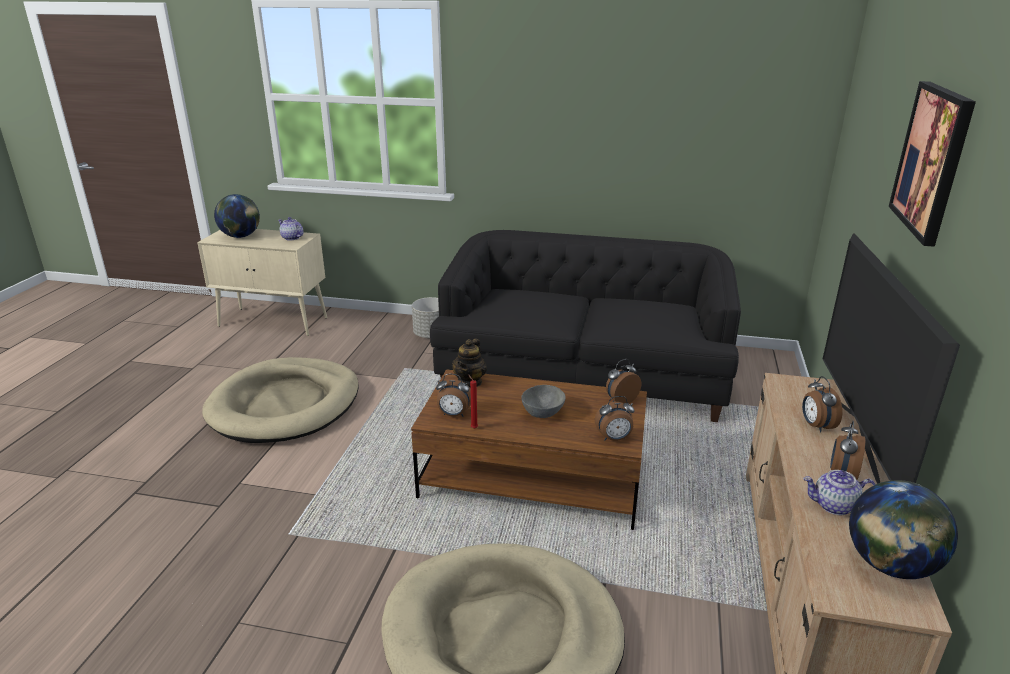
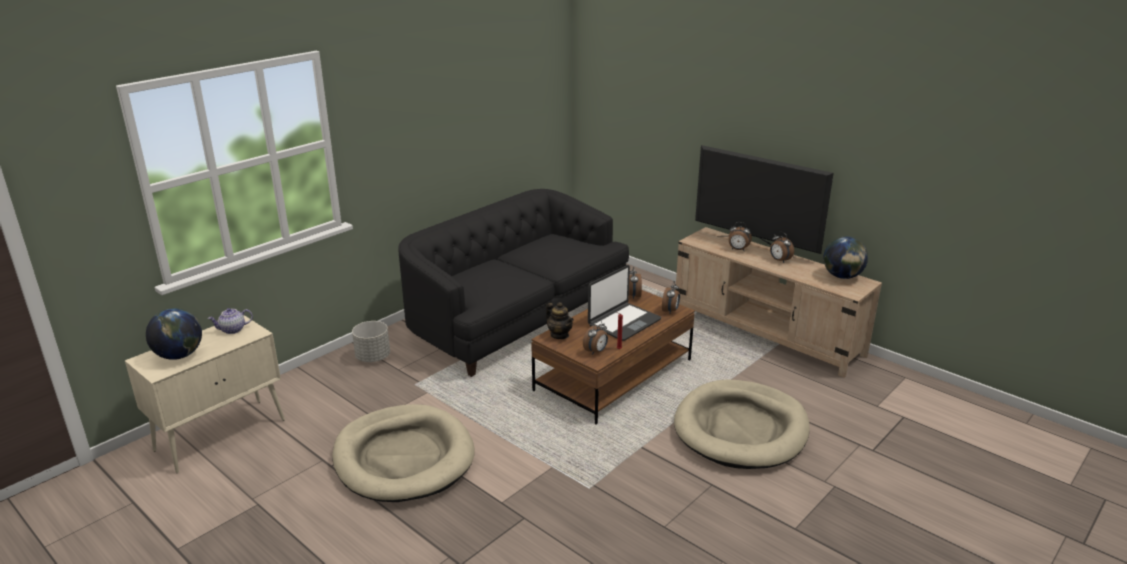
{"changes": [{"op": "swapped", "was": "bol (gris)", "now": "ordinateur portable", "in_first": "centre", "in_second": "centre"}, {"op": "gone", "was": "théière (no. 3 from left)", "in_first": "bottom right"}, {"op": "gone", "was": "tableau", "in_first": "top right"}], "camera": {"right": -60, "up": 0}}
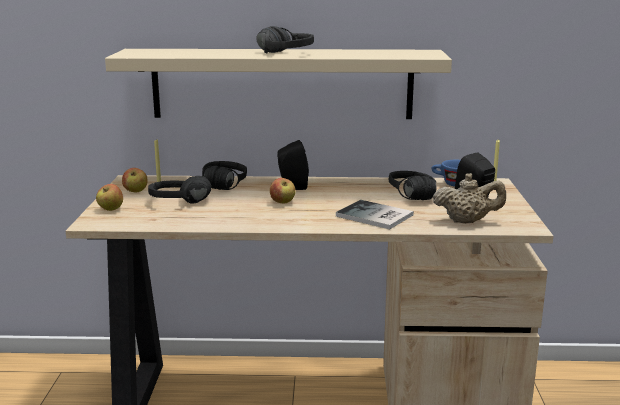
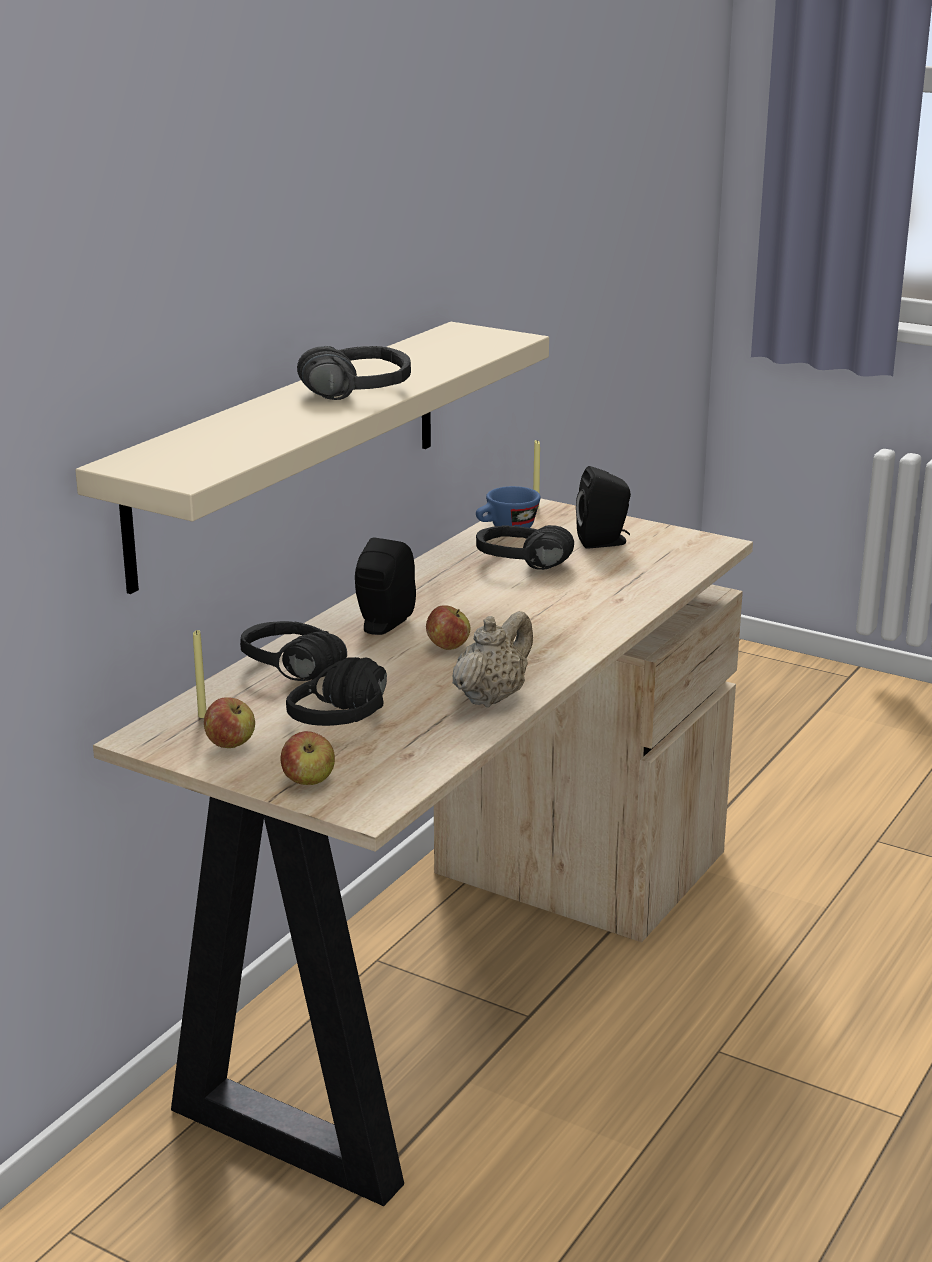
{"changes": [{"op": "shifted", "was": "théière (beige)", "in_first": "middle right", "in_second": "centre"}, {"op": "gone", "was": "livre", "in_first": "centre"}], "camera": {"right": -60, "up": 5}}
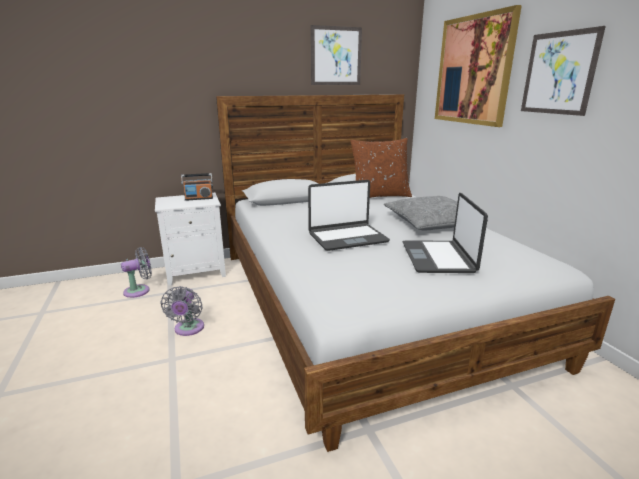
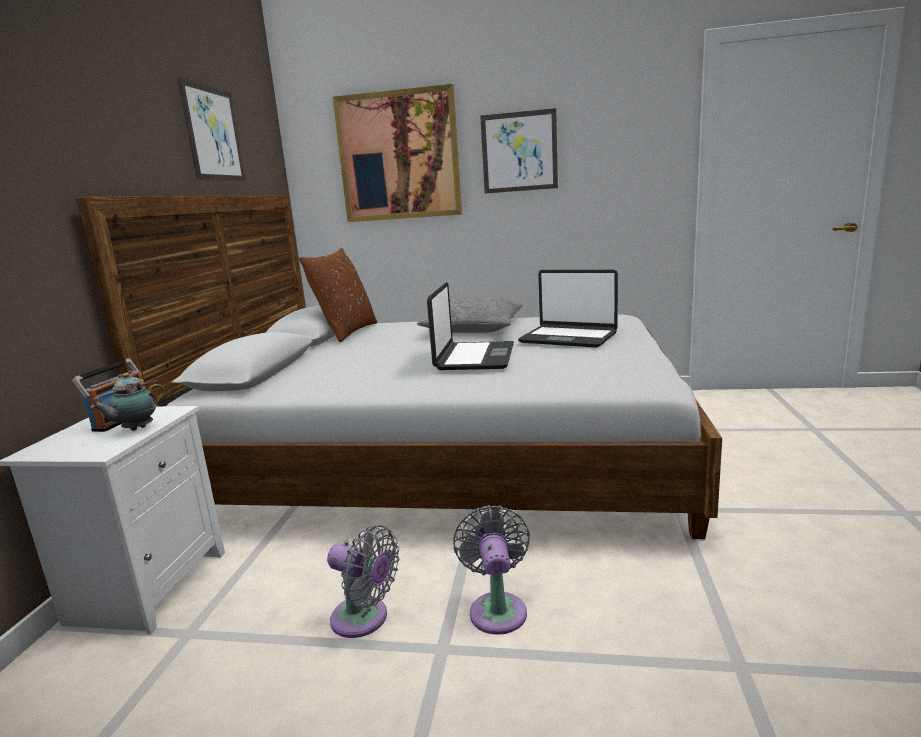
{"changes": [{"op": "new", "now": "théière", "in_second": "middle left"}, {"op": "shifted", "was": "ventilateur (gris) (no. 1 from left in the first image)", "now": "ventilateur (gris) (no. 2 from left)", "in_first": "middle left", "in_second": "bottom centre"}], "camera": {"right": -60, "up": -5}}
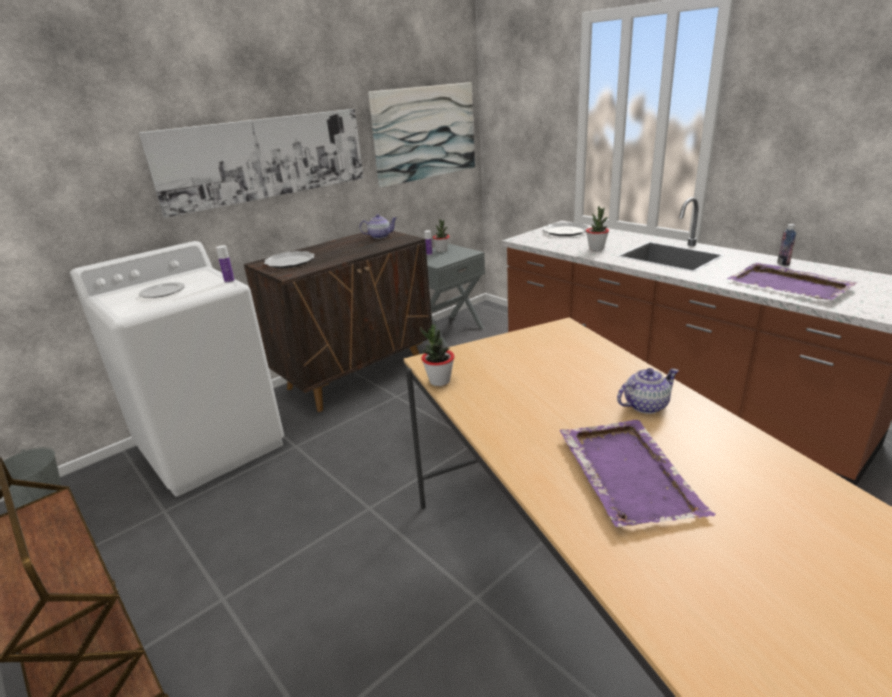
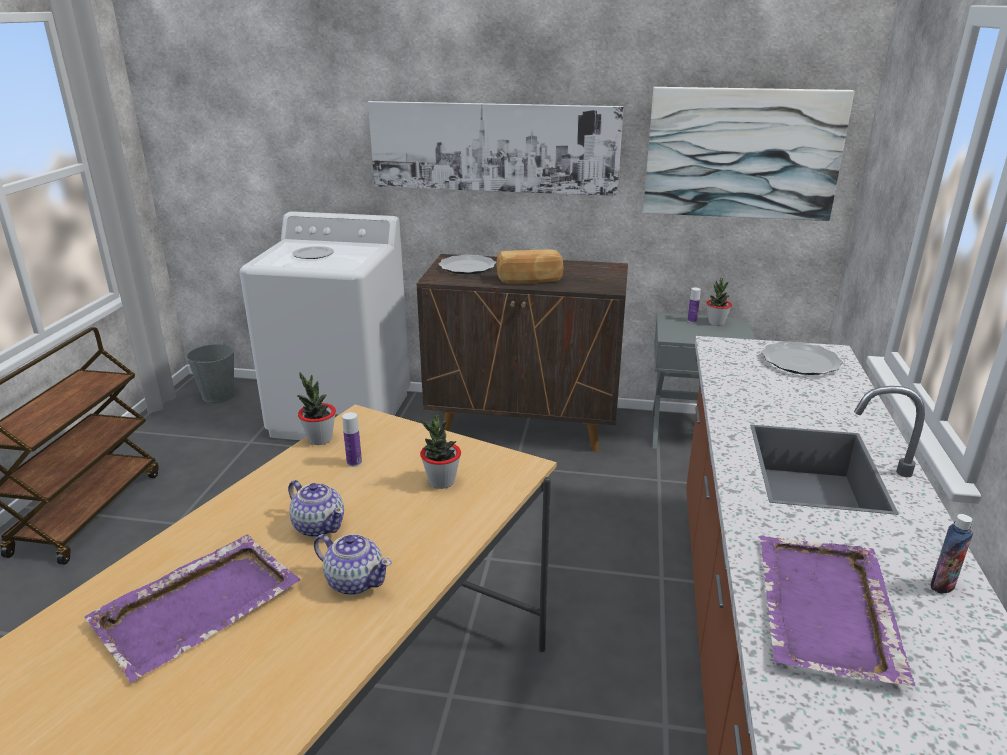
{"changes": [{"op": "shifted", "was": "théière (no. 1 from left)", "in_first": "top centre", "in_second": "bottom left"}, {"op": "shifted", "was": "bouteille (no. 1 from left)", "in_first": "middle left", "in_second": "centre"}, {"op": "shifted", "was": "plante en pot (no. 3 from left in the first image)", "now": "plante en pot (no. 2 from left)", "in_first": "top right", "in_second": "centre"}, {"op": "new", "now": "pain", "in_second": "centre"}], "camera": {"right": 50, "up": 0}}
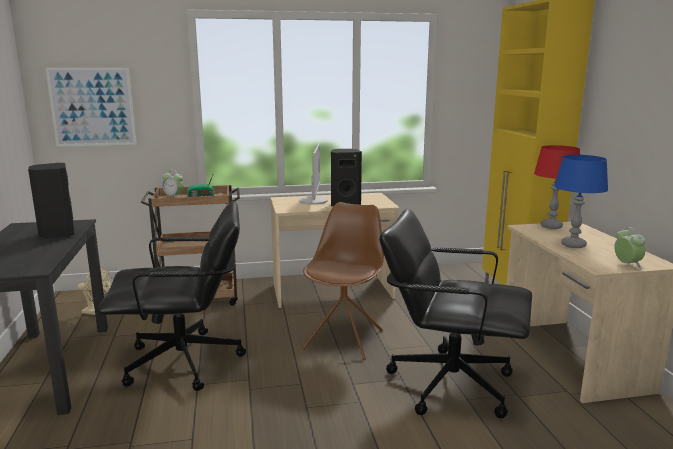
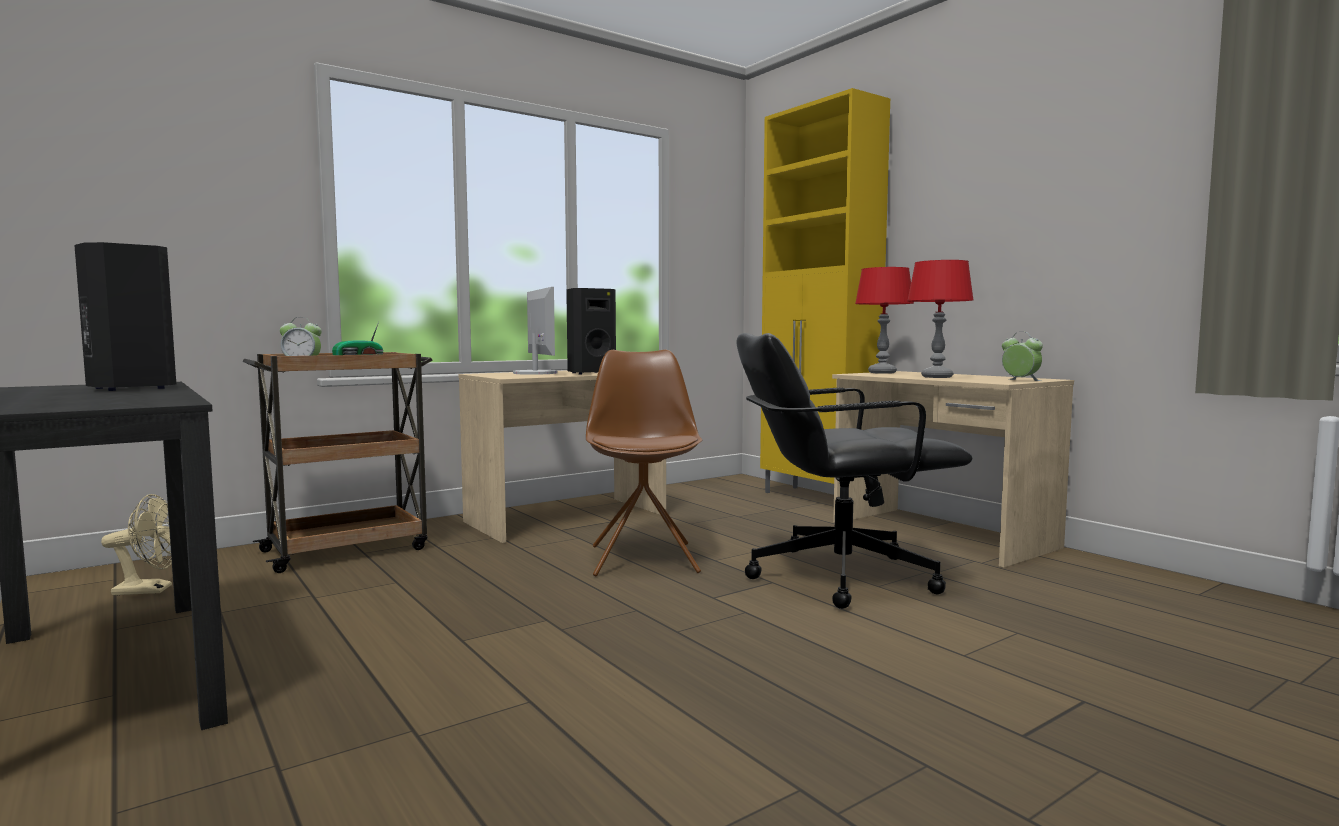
{"changes": [{"op": "repainted", "was": "lampe de table (bleu)", "now": "lampe de table (rouge) (no. 2 from left)", "in_first": "middle right", "in_second": "middle right"}, {"op": "gone", "was": "tableau", "in_first": "top left"}, {"op": "gone", "was": "chaise de bureau (noir) (no. 1 from left)", "in_first": "middle left"}], "camera": {"right": -25, "up": -10}}
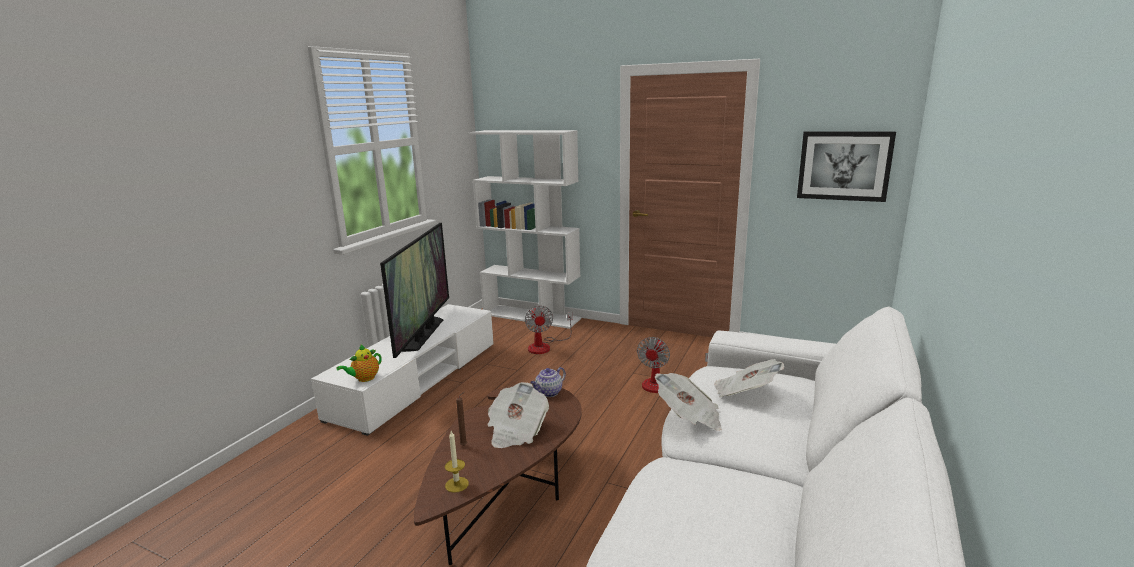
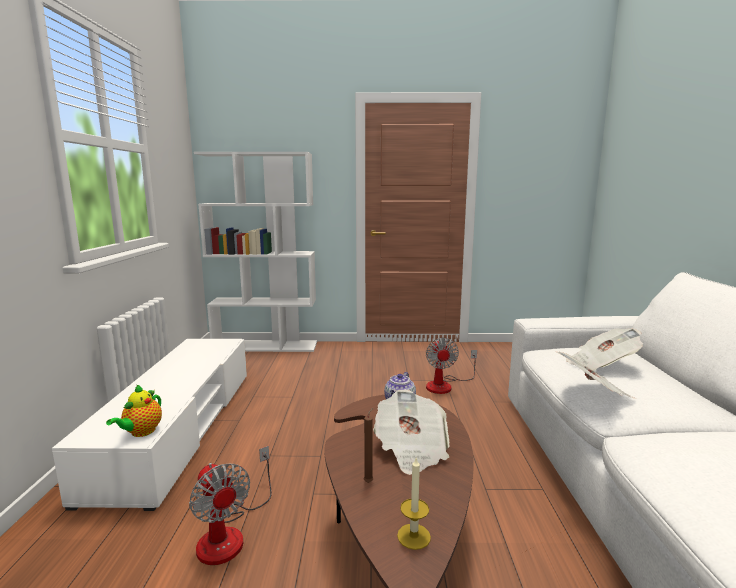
{"changes": [{"op": "shifted", "was": "ventilateur (no. 1 from left)", "in_first": "centre", "in_second": "bottom left"}, {"op": "gone", "was": "téléviseur", "in_first": "centre"}, {"op": "gone", "was": "tableau", "in_first": "top right"}], "camera": {"right": -25, "up": -5}}
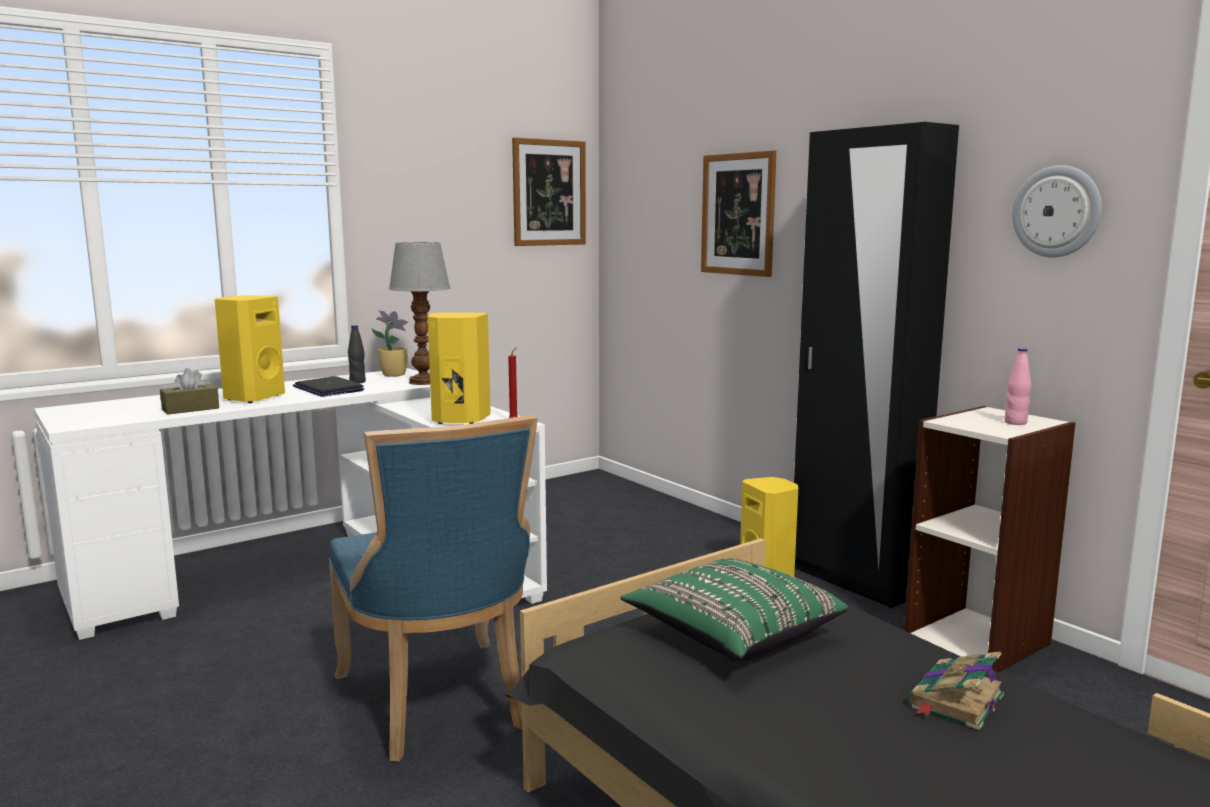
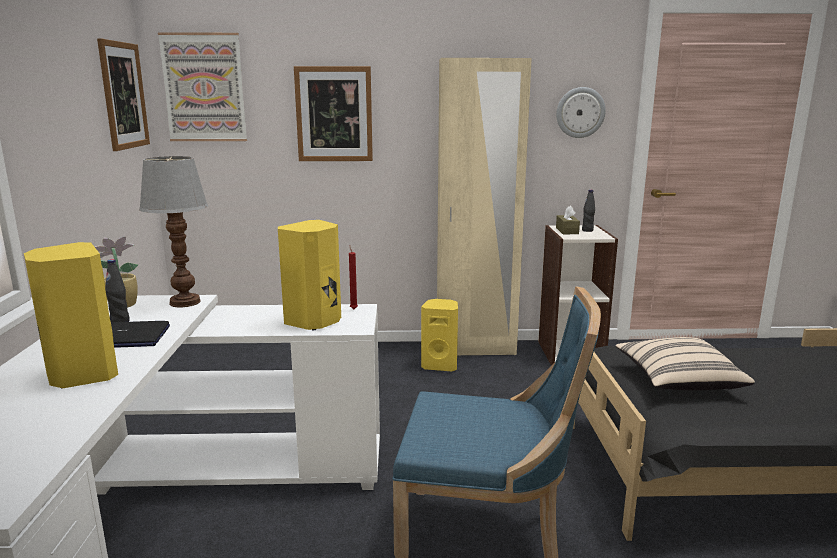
{"changes": [{"op": "new", "now": "tableau (no. 2 from left)", "in_second": "top left"}, {"op": "repainted", "was": "armoire (noir)", "now": "armoire (beige)", "in_first": "middle right", "in_second": "centre"}, {"op": "shifted", "was": "boîte à mouchoirs (marron)", "in_first": "middle left", "in_second": "middle right"}, {"op": "repainted", "was": "bouteille (rose)", "now": "bouteille (noir) (no. 2 from left)", "in_first": "middle right", "in_second": "middle right"}, {"op": "repainted", "was": "coussin (vert)", "now": "coussin (beige)", "in_first": "bottom centre", "in_second": "middle right"}, {"op": "gone", "was": "livre", "in_first": "bottom right"}], "camera": {"right": -55, "up": 5}}
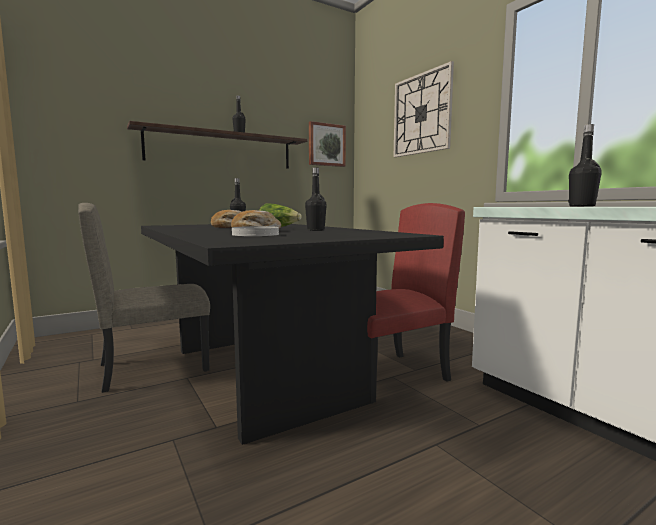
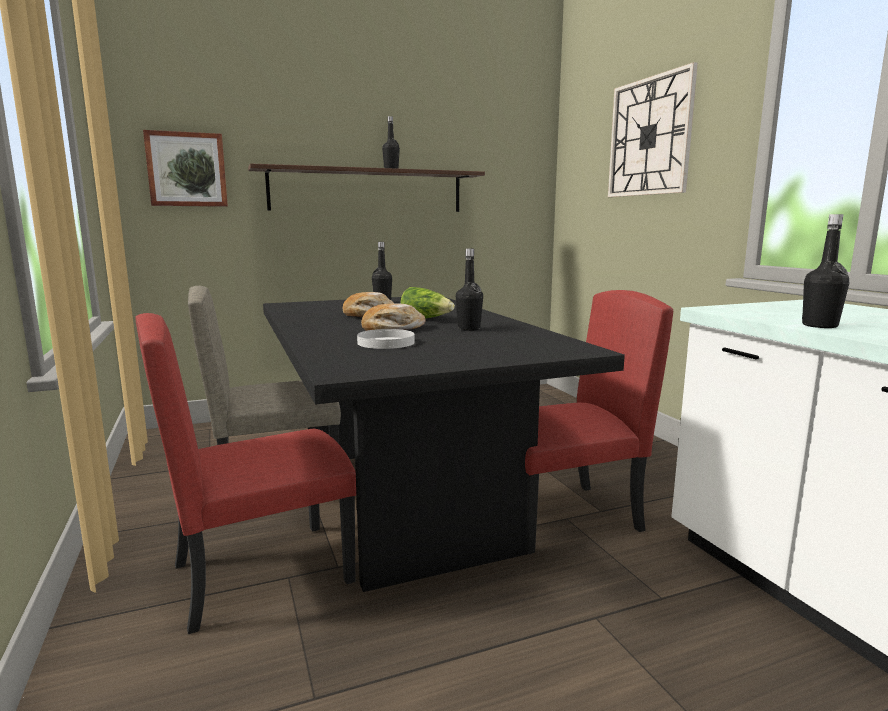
{"changes": [{"op": "new", "now": "chaise (rouge) (no. 1 from left)", "in_second": "middle left"}, {"op": "shifted", "was": "tableau", "in_first": "top centre", "in_second": "top left"}], "camera": {"right": 10, "up": 5}}
